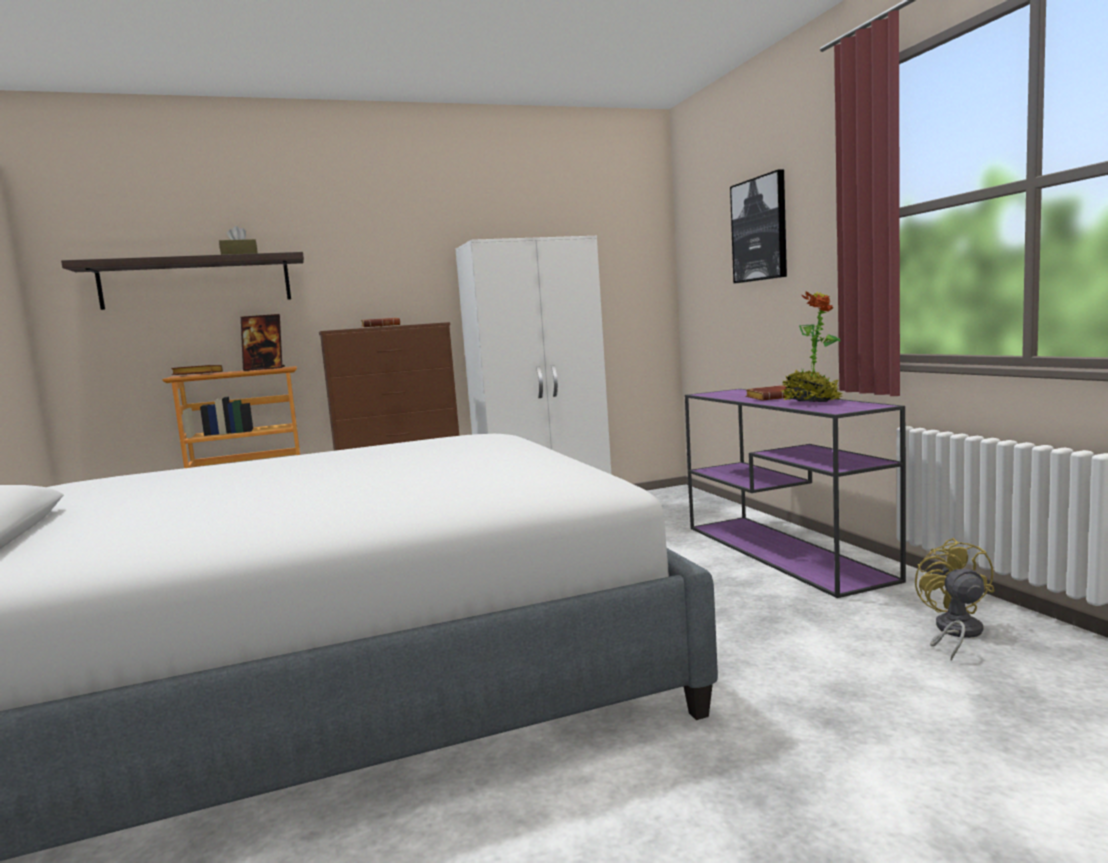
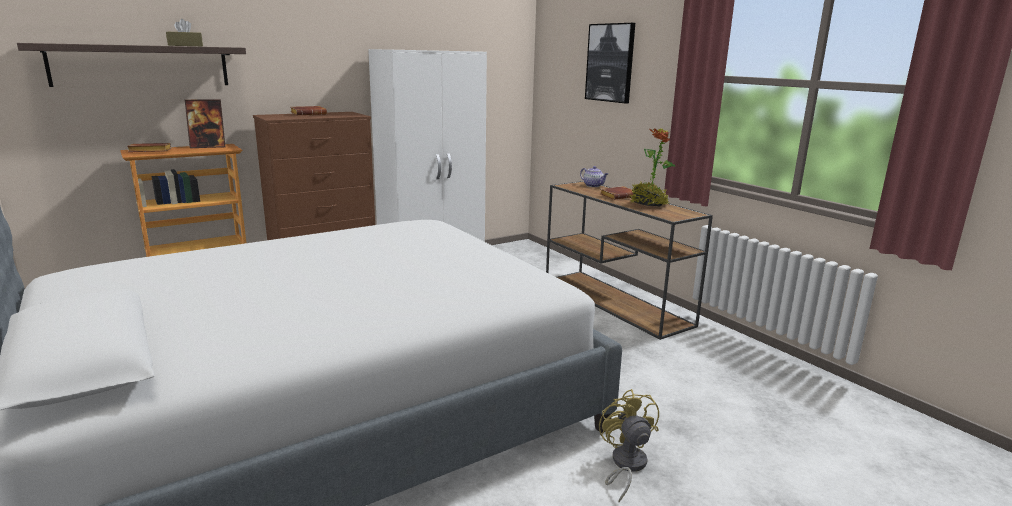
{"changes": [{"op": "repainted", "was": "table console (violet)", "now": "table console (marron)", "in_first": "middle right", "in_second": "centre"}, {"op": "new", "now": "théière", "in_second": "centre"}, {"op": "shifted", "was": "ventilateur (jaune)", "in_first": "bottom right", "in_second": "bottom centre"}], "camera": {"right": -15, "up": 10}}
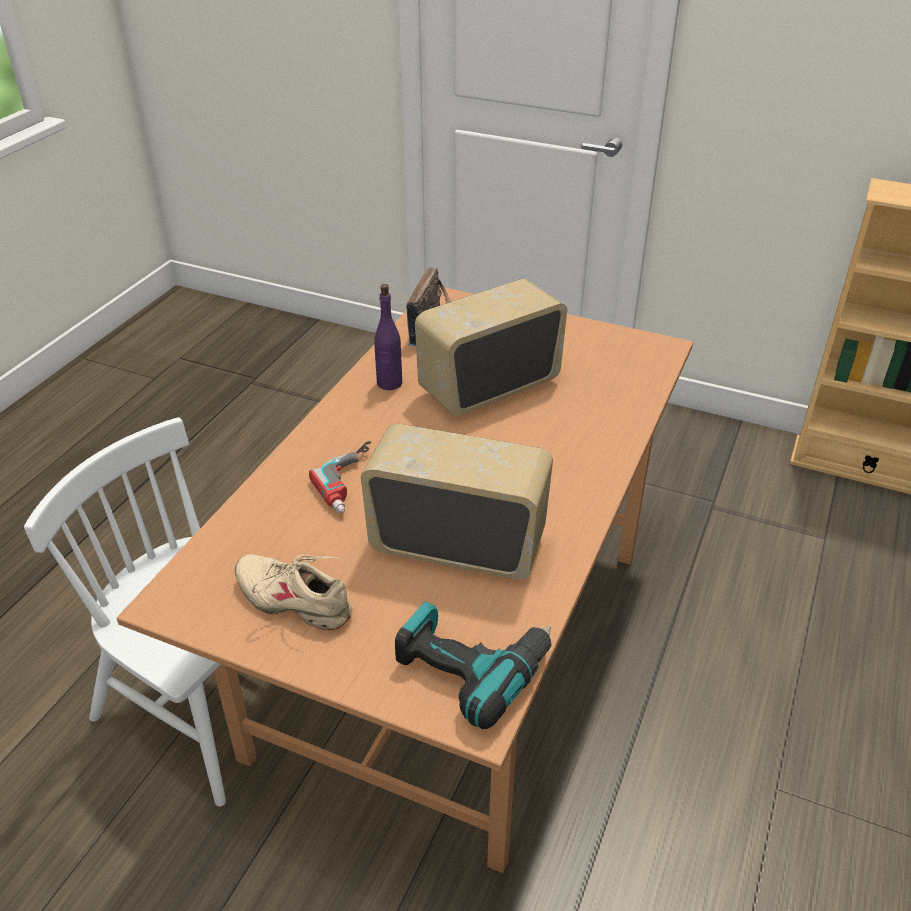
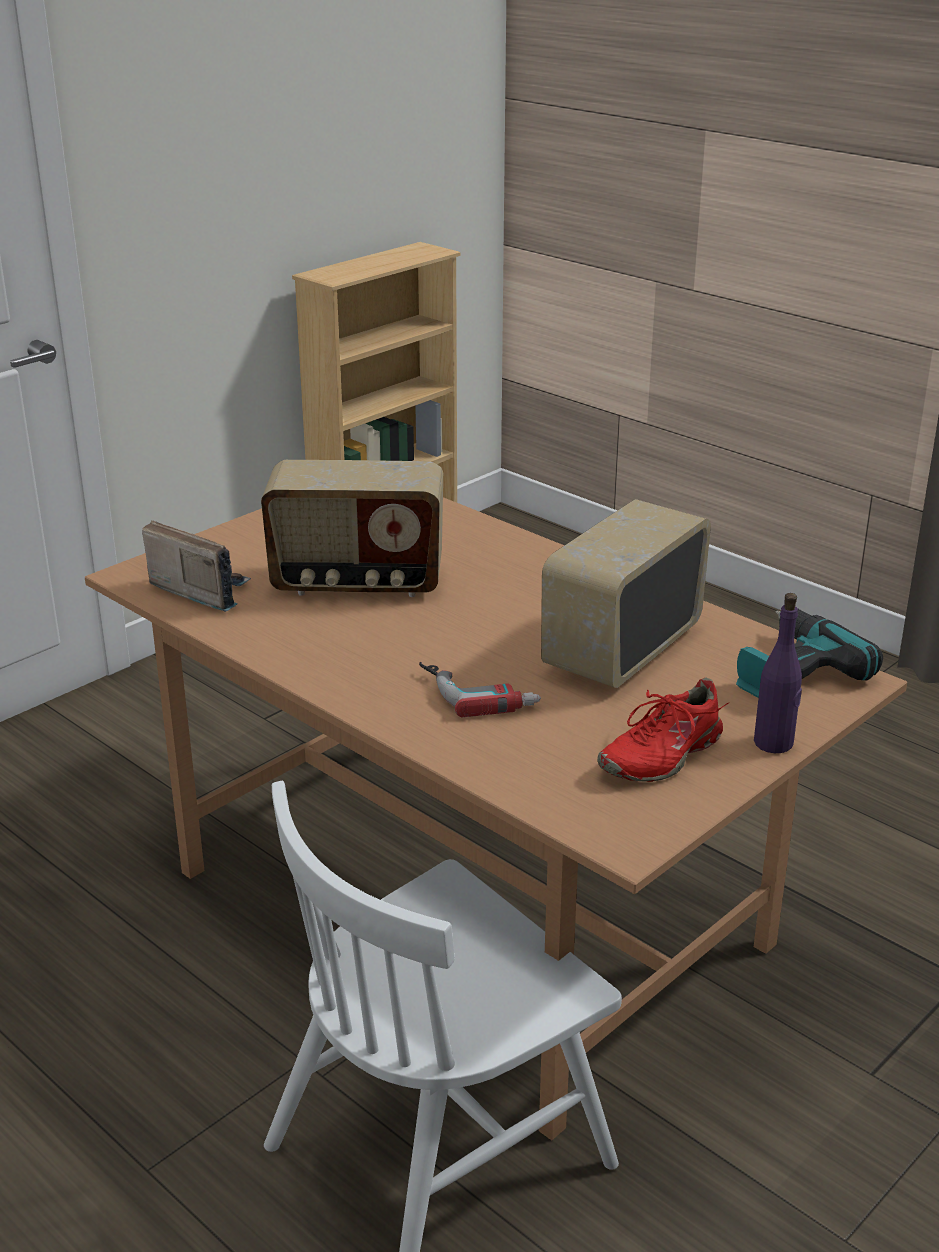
{"changes": [{"op": "rotated", "was": "radio (no. 3 from left in the first image)", "in_first": "centre", "in_second": "centre", "clockwise": -75}, {"op": "repainted", "was": "chaussure (beige)", "now": "chaussure (rouge)", "in_first": "middle left", "in_second": "middle right"}, {"op": "shifted", "was": "bouteille (violet)", "in_first": "centre", "in_second": "middle right"}], "camera": {"right": -70, "up": -10}}
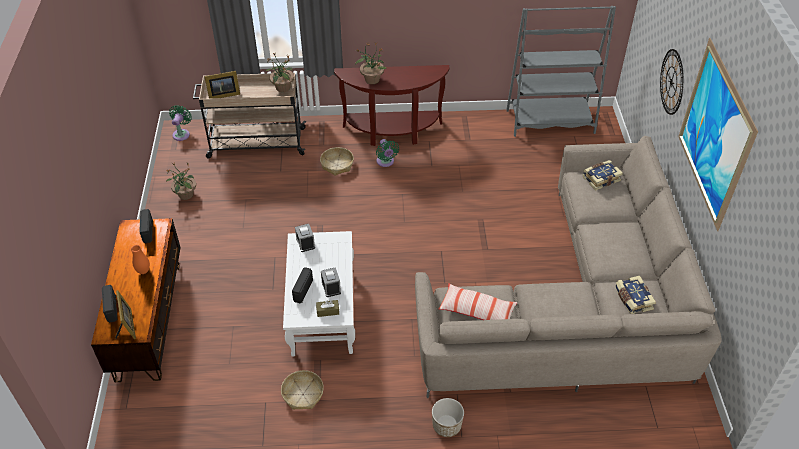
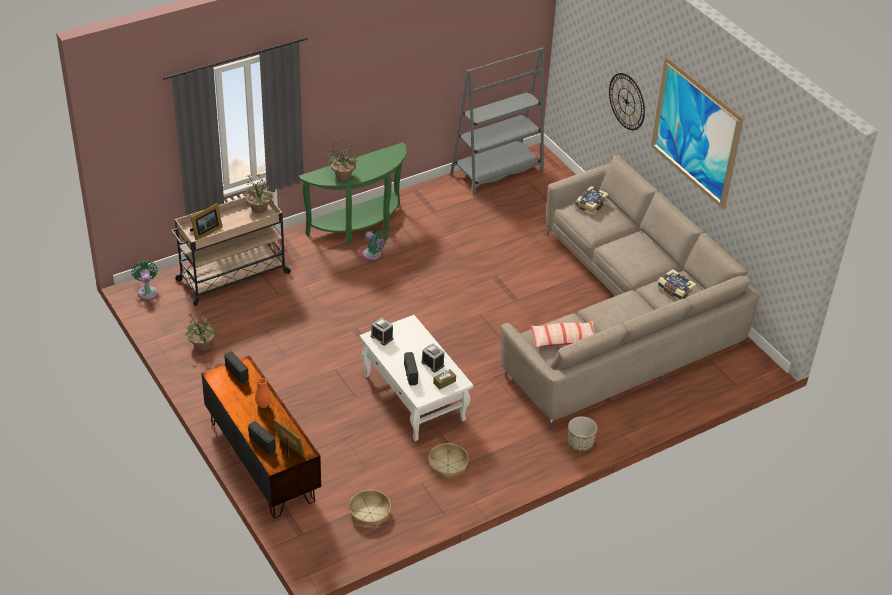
{"changes": [{"op": "repainted", "was": "table console (marron)", "now": "table console (vert)", "in_first": "top centre", "in_second": "top centre"}, {"op": "shifted", "was": "panier (no. 2 from left in the first image)", "now": "panier (no. 1 from left)", "in_first": "centre", "in_second": "bottom centre"}], "camera": {"right": -30, "up": -5}}
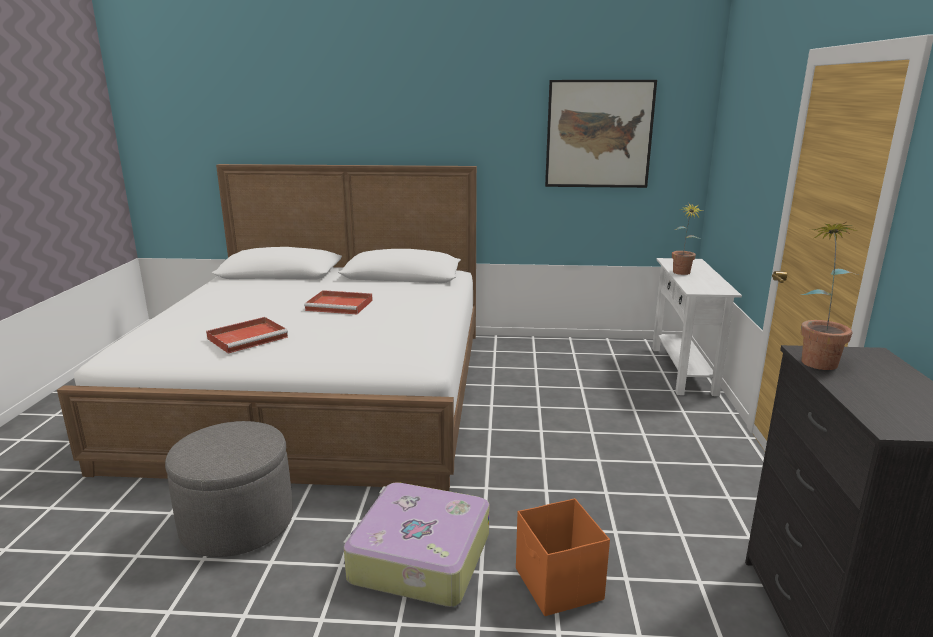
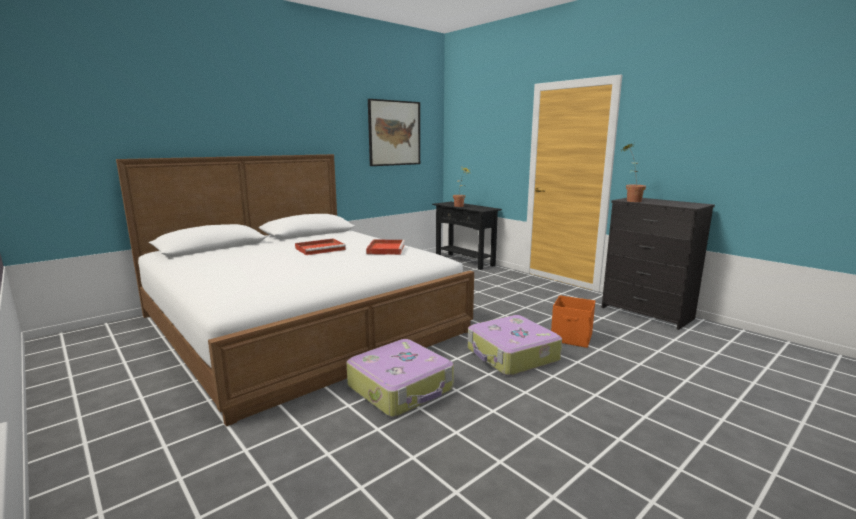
{"changes": [{"op": "swapped", "was": "pouf (gris)", "now": "valise (no. 1 from left)", "in_first": "bottom left", "in_second": "bottom centre"}, {"op": "shifted", "was": "plateau (rouge) (no. 1 from left in the first image)", "now": "plateau (rouge) (no. 2 from left)", "in_first": "middle left", "in_second": "centre"}, {"op": "repainted", "was": "table console (blanc)", "now": "table console (noir)", "in_first": "middle right", "in_second": "centre"}], "camera": {"right": -45, "up": -5}}
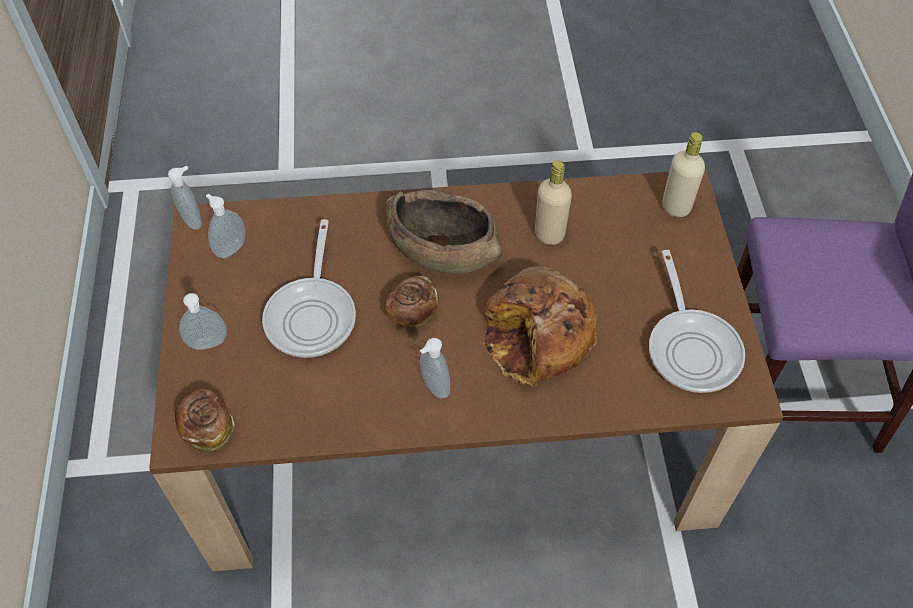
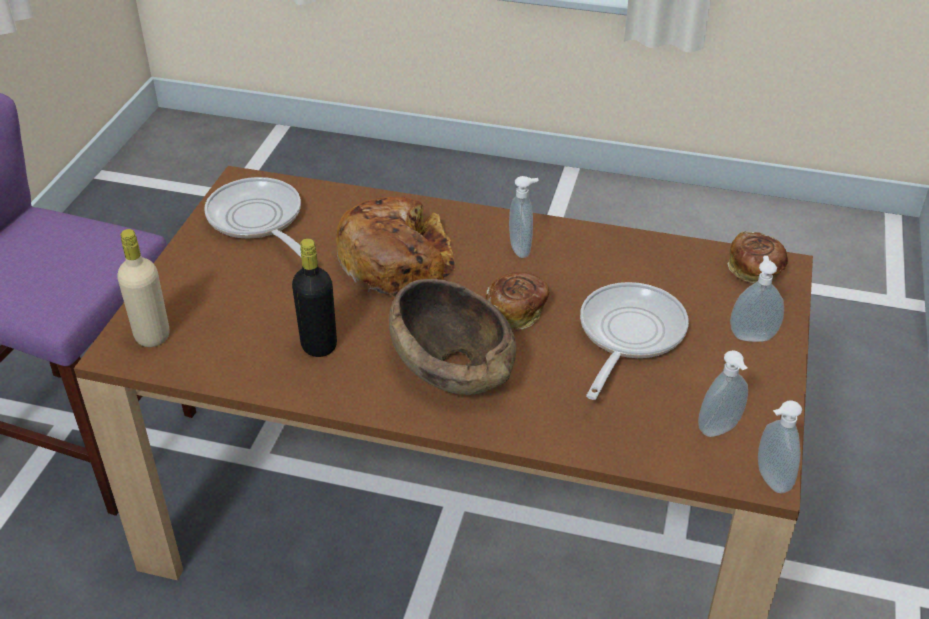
{"changes": [{"op": "rotated", "was": "poêle (no. 2 from left in the first image)", "in_first": "middle right", "in_second": "middle left", "clockwise": -45}, {"op": "repainted", "was": "bouteille (beige) (no. 1 from left)", "now": "bouteille (noir)", "in_first": "top centre", "in_second": "centre"}], "camera": {"right": -160, "up": -15}}
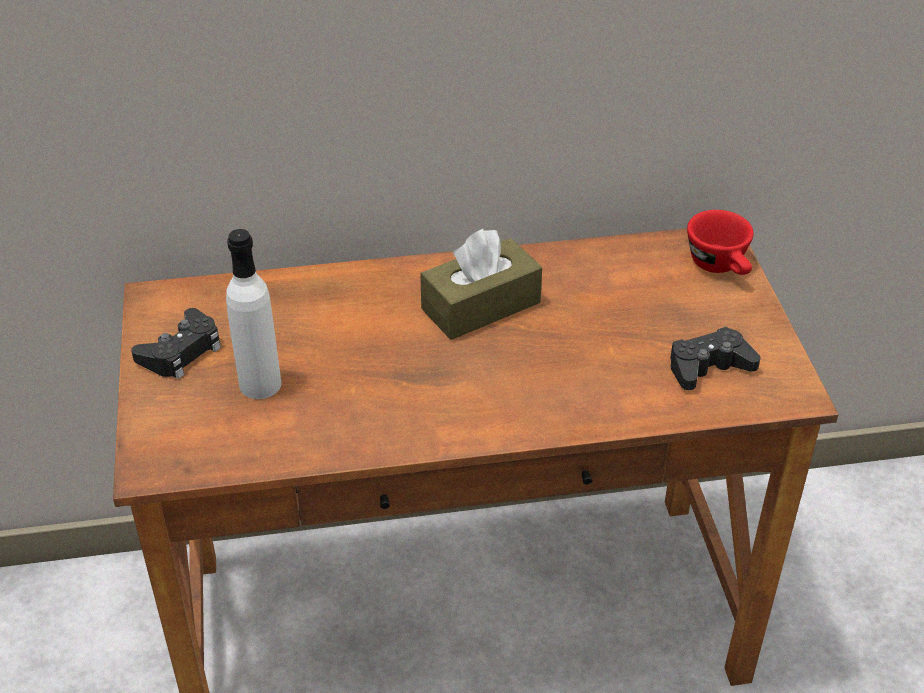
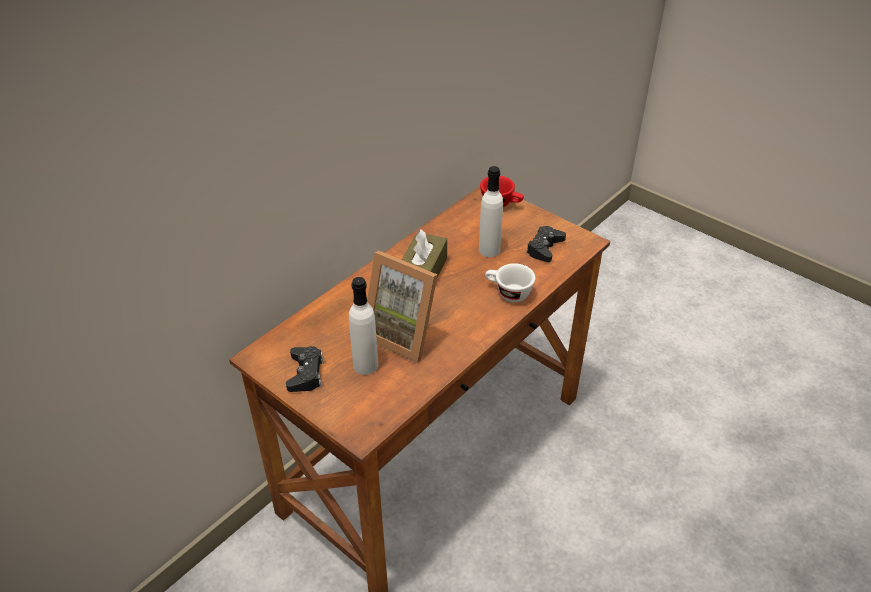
{"changes": [{"op": "new", "now": "cadre photo", "in_second": "centre"}, {"op": "new", "now": "bouteille (blanc) (no. 2 from left)", "in_second": "centre"}, {"op": "new", "now": "tasse (blanc)", "in_second": "centre"}], "camera": {"right": -40, "up": 0}}
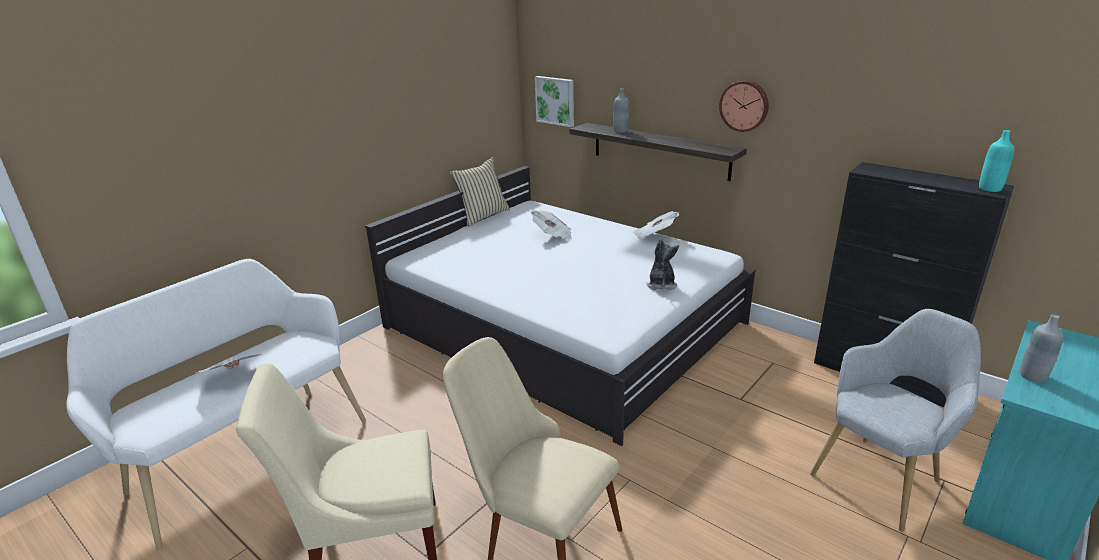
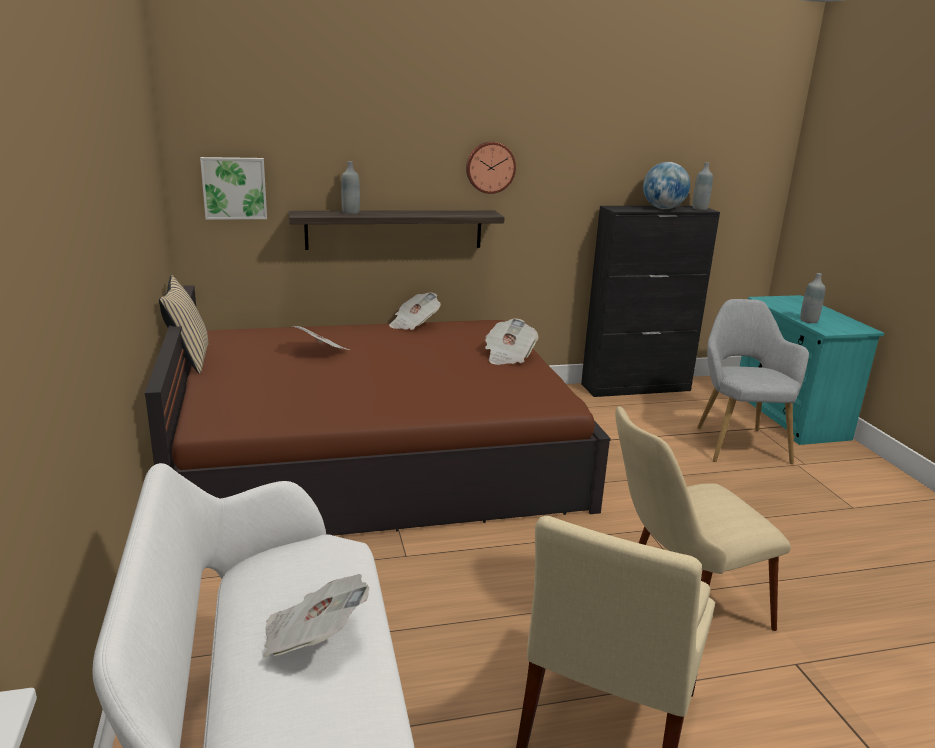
{"changes": [{"op": "repainted", "was": "lit (blanc)", "now": "lit (marron)", "in_first": "centre", "in_second": "centre"}, {"op": "swapped", "was": "peluche", "now": "journal (no. 4 from left)", "in_first": "centre", "in_second": "centre"}, {"op": "new", "now": "globe", "in_second": "top right"}, {"op": "repainted", "was": "bouteille (turquoise)", "now": "bouteille (gris) (no. 2 from left)", "in_first": "top right", "in_second": "top right"}], "camera": {"right": -55, "up": -5}}
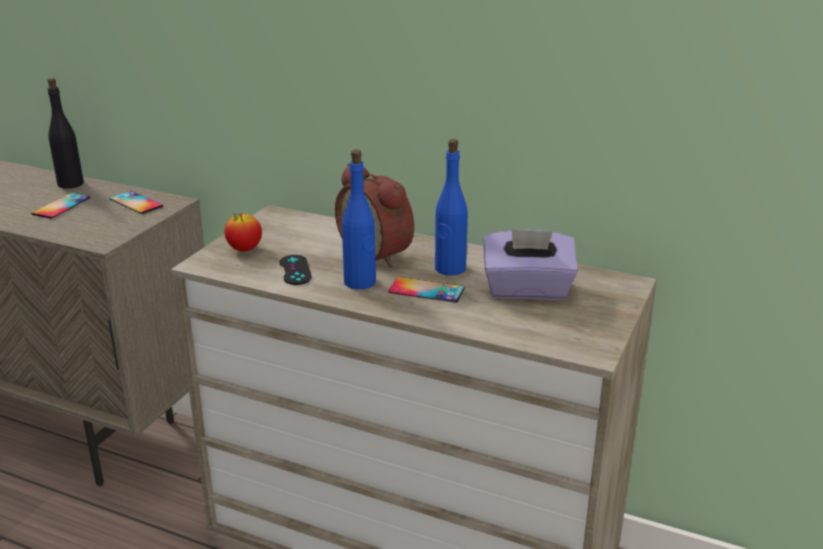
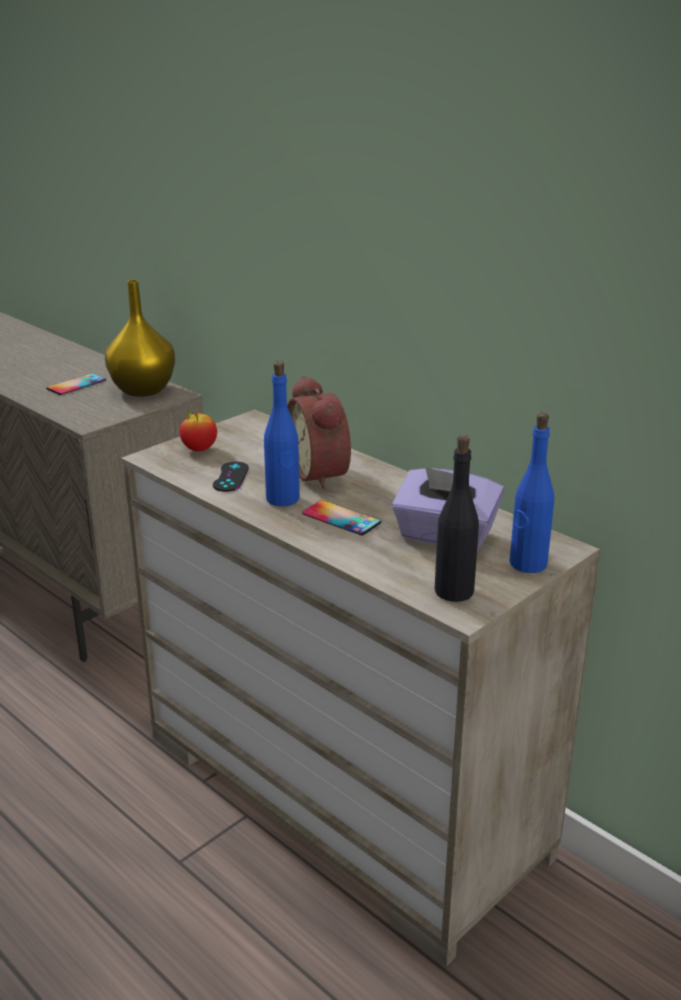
{"changes": [{"op": "swapped", "was": "téléphone (no. 2 from left)", "now": "vase (jaune)", "in_first": "middle left", "in_second": "middle left"}, {"op": "shifted", "was": "bouteille (noir)", "in_first": "top left", "in_second": "middle right"}, {"op": "shifted", "was": "bouteille (bleu) (no. 2 from left)", "in_first": "centre", "in_second": "middle right"}], "camera": {"right": 20, "up": 0}}
